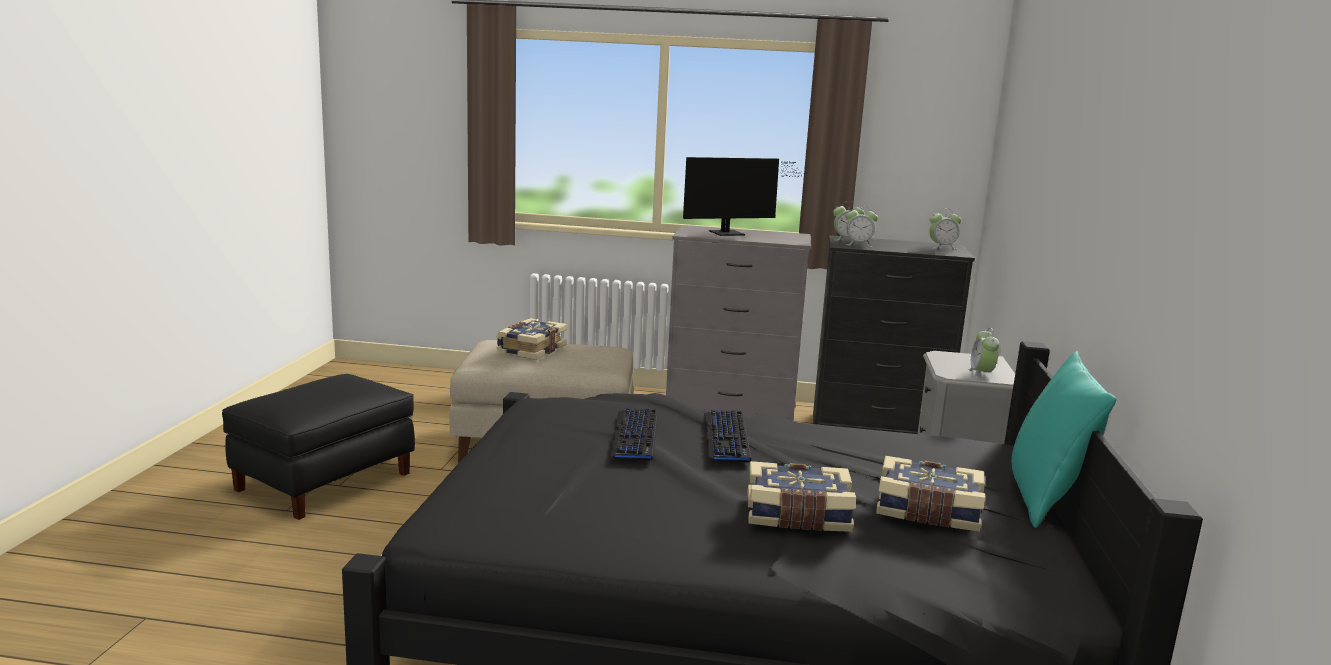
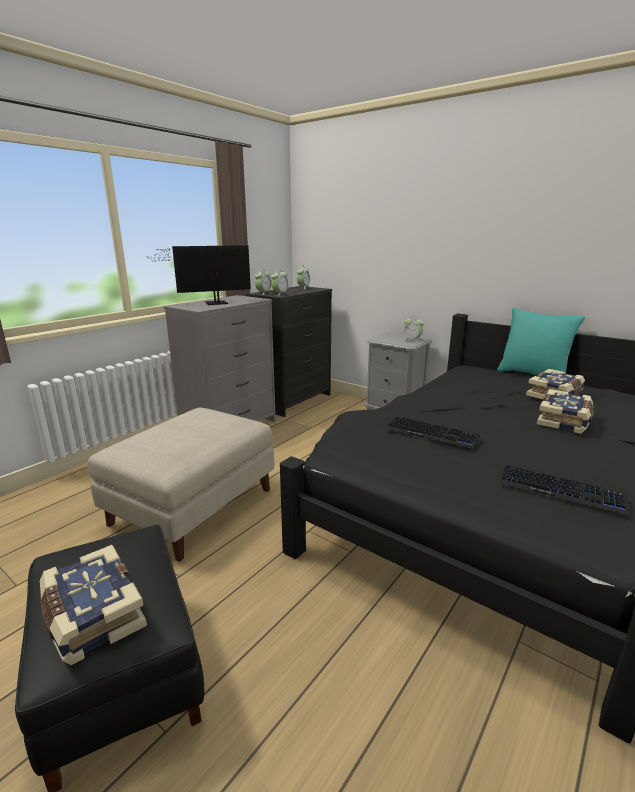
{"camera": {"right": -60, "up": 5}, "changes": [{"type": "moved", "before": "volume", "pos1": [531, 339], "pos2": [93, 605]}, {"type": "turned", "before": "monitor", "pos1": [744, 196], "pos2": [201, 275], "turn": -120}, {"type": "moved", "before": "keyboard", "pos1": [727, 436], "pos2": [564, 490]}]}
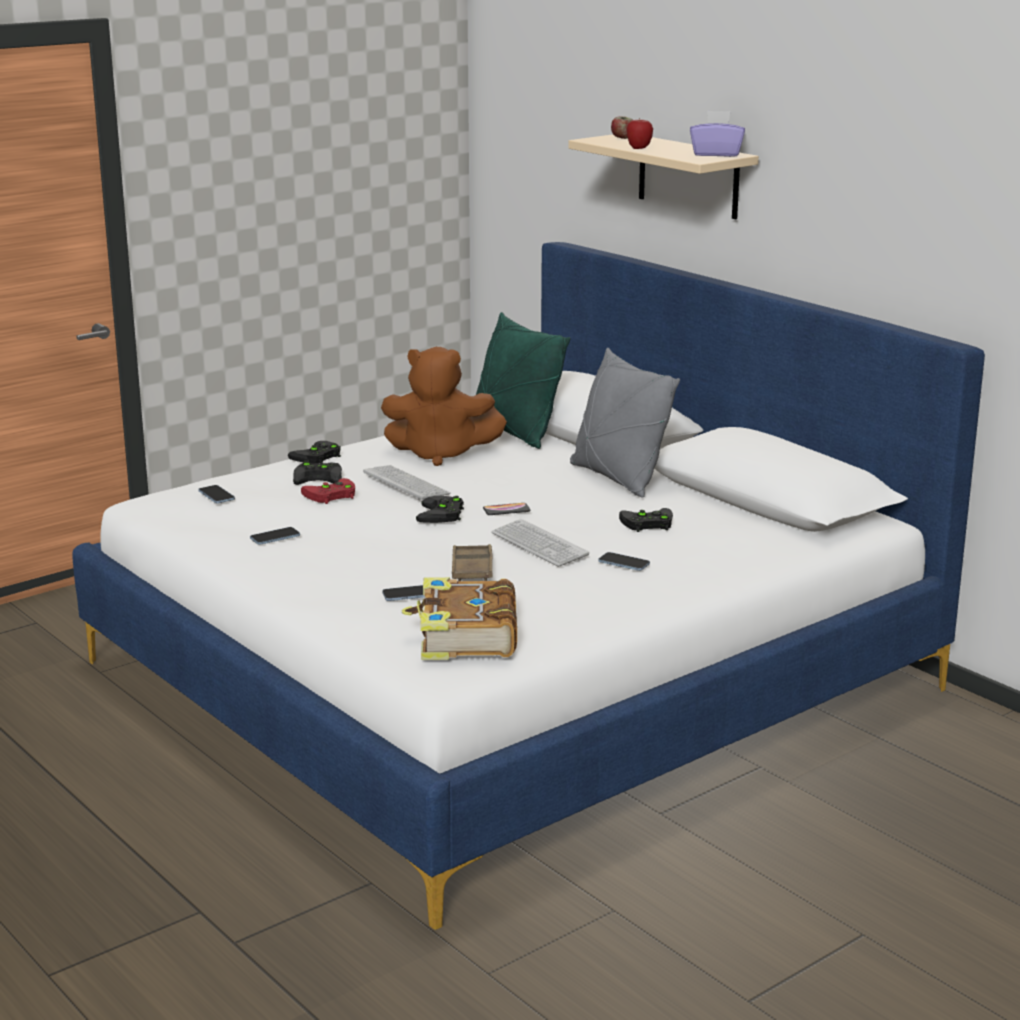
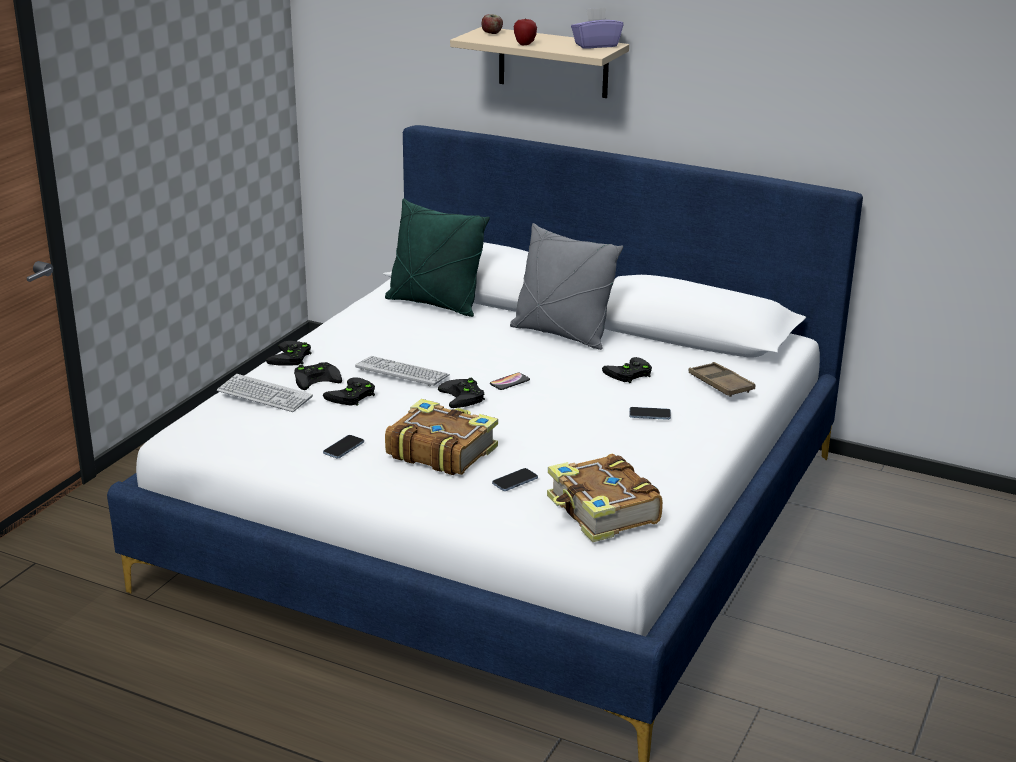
{"camera": {"right": -25, "up": 5}, "changes": [{"type": "moved", "before": "keyboard", "pos1": [540, 543], "pos2": [265, 393]}, {"type": "recoloured", "before": "reddish gamepad", "after": "black-coloured gamepad", "pos1": [328, 491], "pos2": [349, 391]}, {"type": "added", "after": "volume", "pos2": [441, 437]}, {"type": "moved", "before": "brownish tray", "pos1": [472, 562], "pos2": [722, 379]}, {"type": "removed", "before": "handset", "pos1": [216, 494]}, {"type": "removed", "before": "brownish cuddly toy", "pos1": [444, 406]}]}
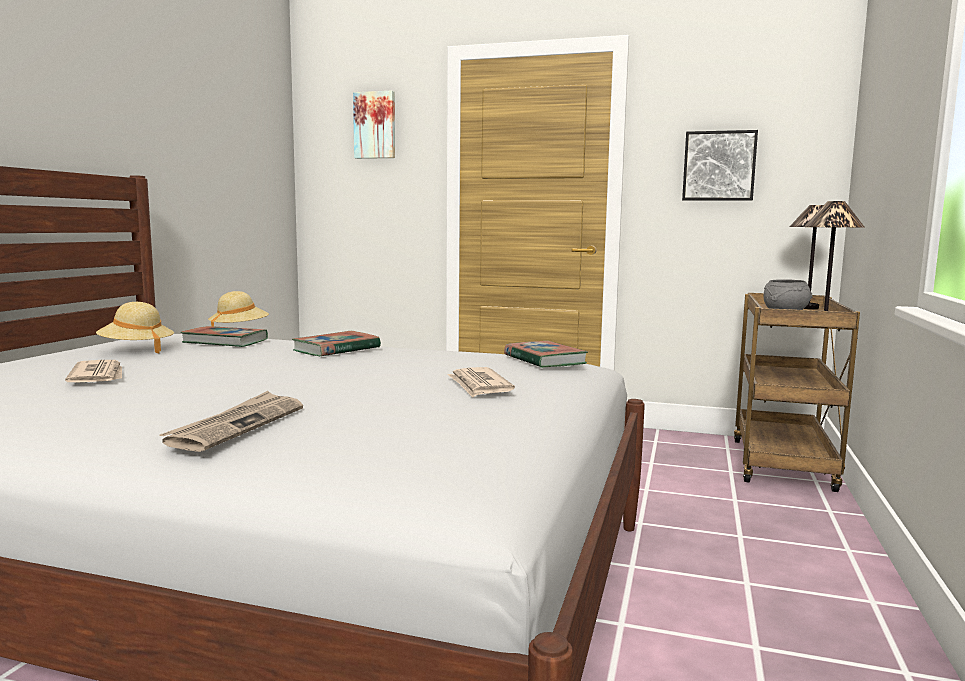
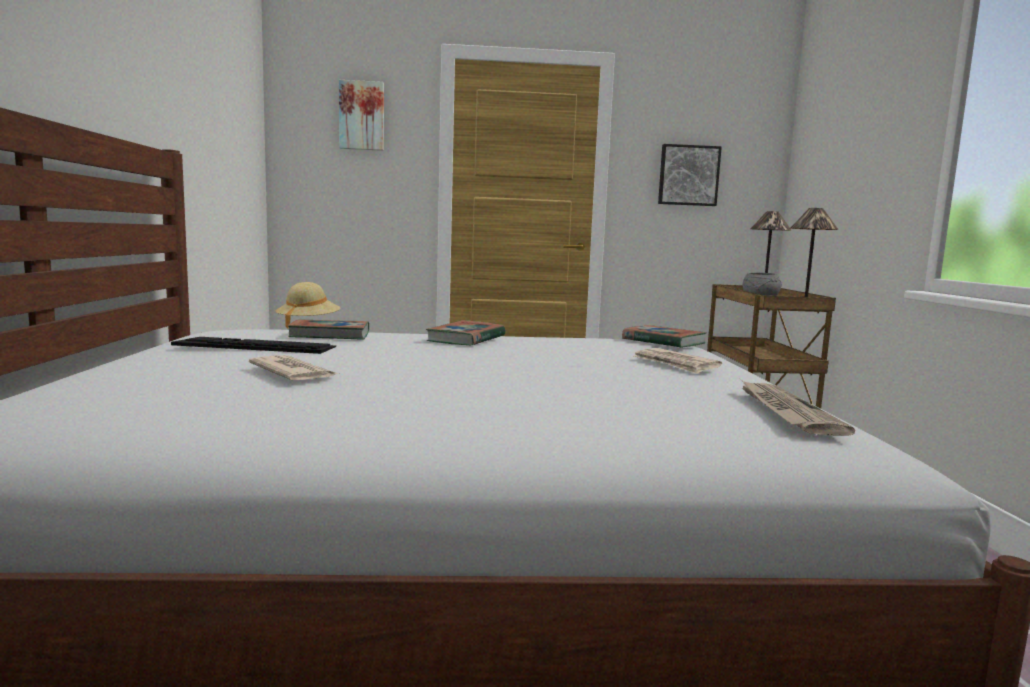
{"camera": {"right": -20, "up": 0}, "changes": [{"type": "replaced", "before": "sand-coloured clothing hat", "after": "keyboard", "pos1": [135, 327], "pos2": [253, 345]}, {"type": "moved", "before": "daily paper", "pos1": [231, 421], "pos2": [798, 408]}]}
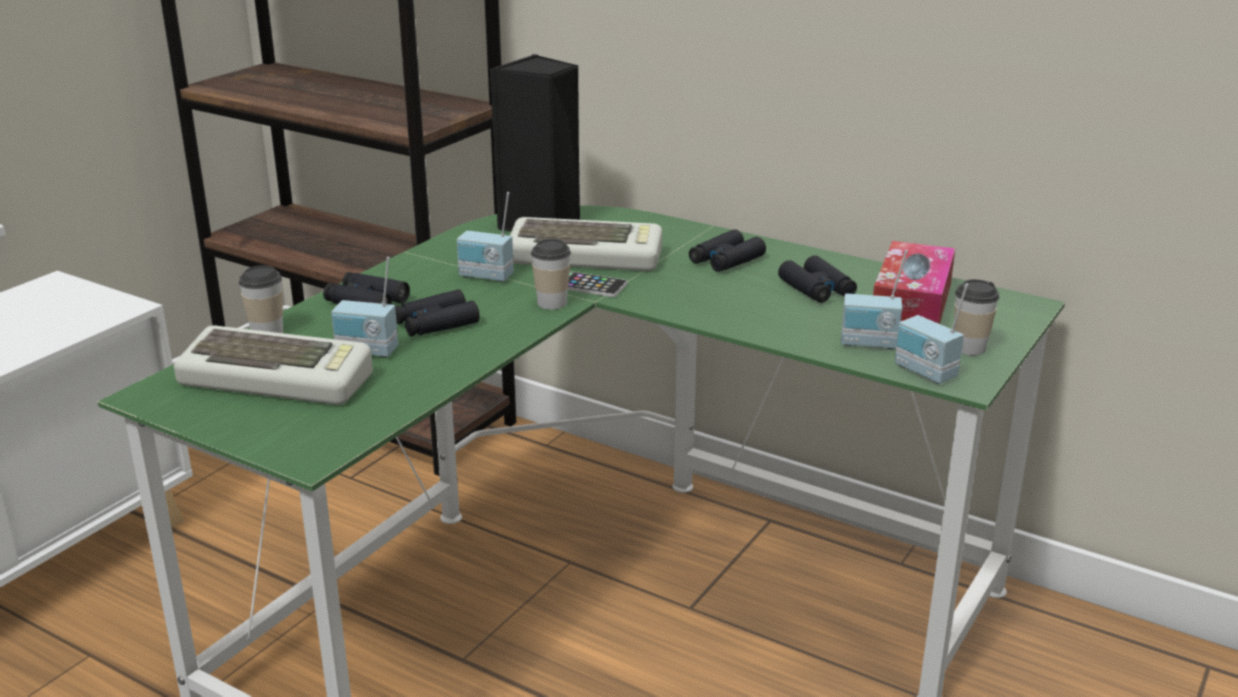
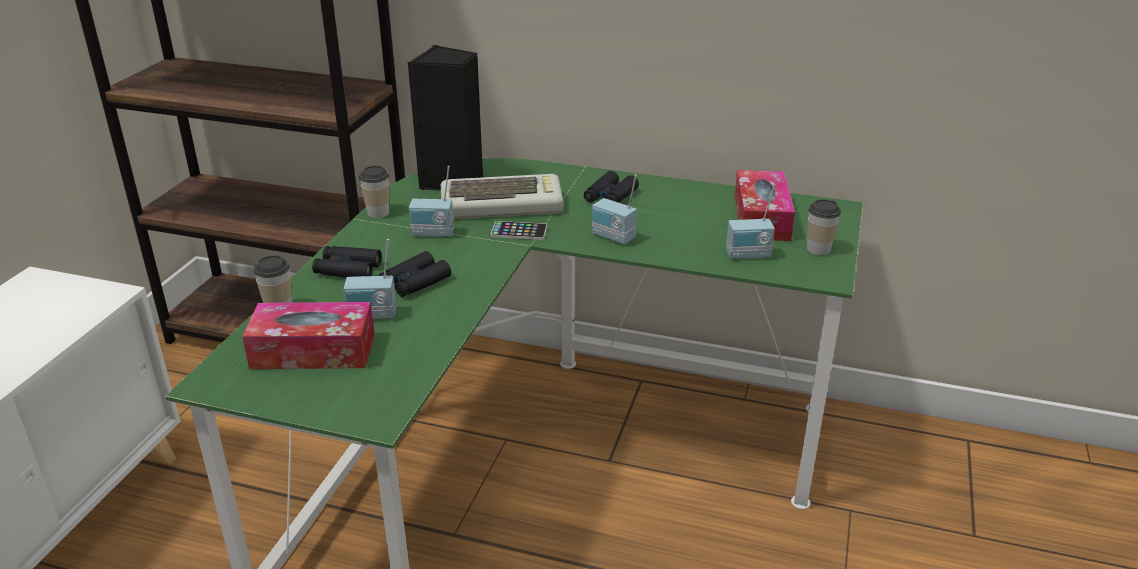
{"camera": {"right": -15, "up": 5}, "changes": [{"type": "replaced", "before": "keyboard", "after": "tissue box", "pos1": [273, 365], "pos2": [308, 335]}, {"type": "moved", "before": "cup", "pos1": [551, 274], "pos2": [374, 192]}, {"type": "moved", "before": "radio receiver", "pos1": [931, 333], "pos2": [614, 209]}, {"type": "removed", "before": "black-coloured pair of binoculars", "pos1": [817, 279]}]}
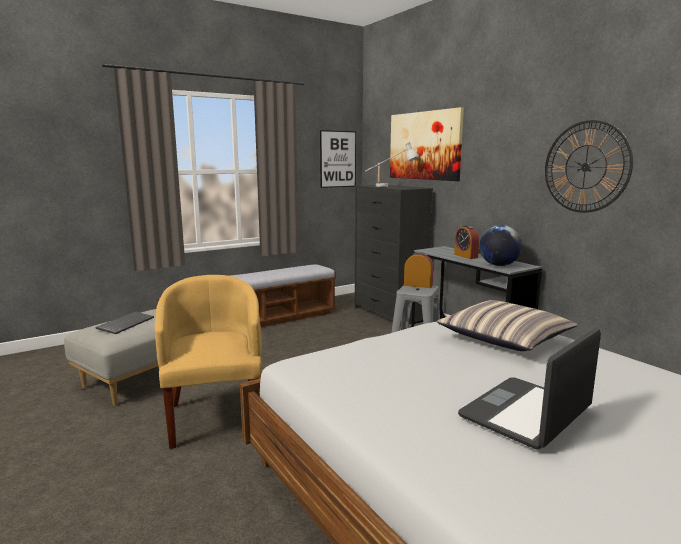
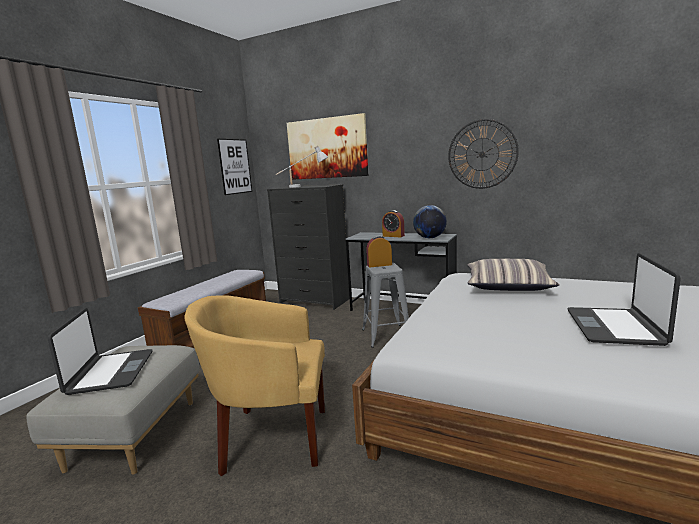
{"camera": {"right": -30, "up": 0}, "changes": [{"type": "replaced", "before": "keyboard", "after": "notebook computer", "pos1": [125, 322], "pos2": [100, 351]}, {"type": "turned", "before": "yellow-coloured lounge chair", "pos1": [208, 362], "pos2": [254, 385], "turn": -45}]}
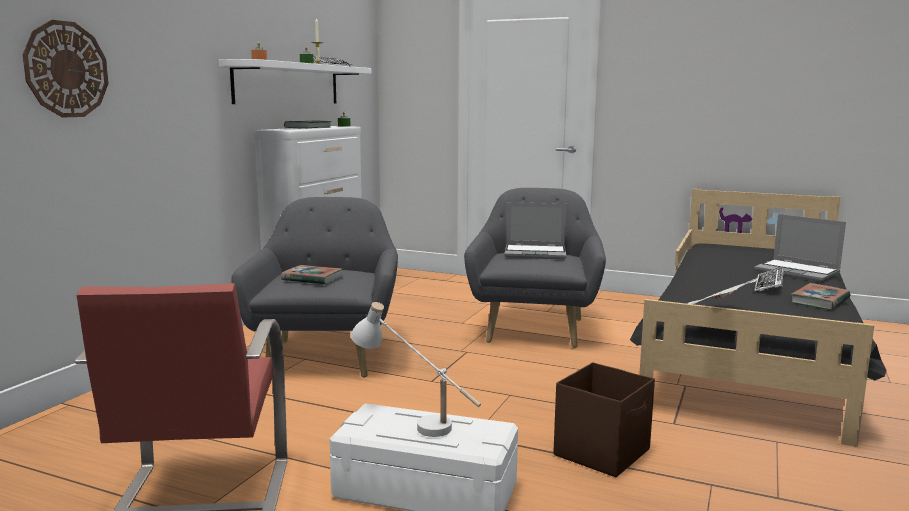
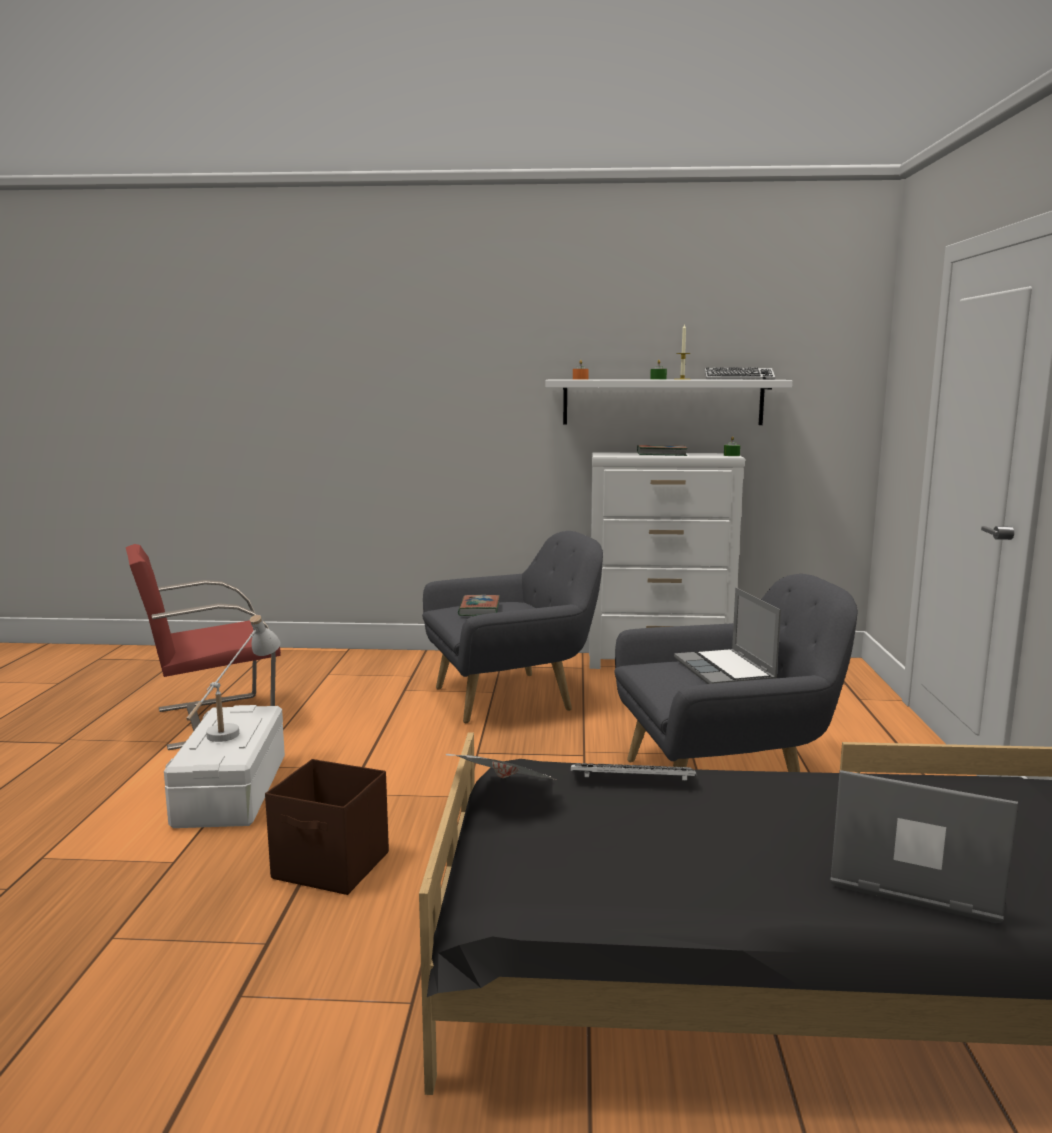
{"camera": {"right": 70, "up": 0}, "changes": [{"type": "moved", "before": "keyboard", "pos1": [769, 280], "pos2": [633, 771]}, {"type": "turned", "before": "notebook computer", "pos1": [800, 248], "pos2": [924, 846], "turn": 90}, {"type": "removed", "before": "wall clock", "pos1": [66, 68]}, {"type": "removed", "before": "volume", "pos1": [820, 296]}]}
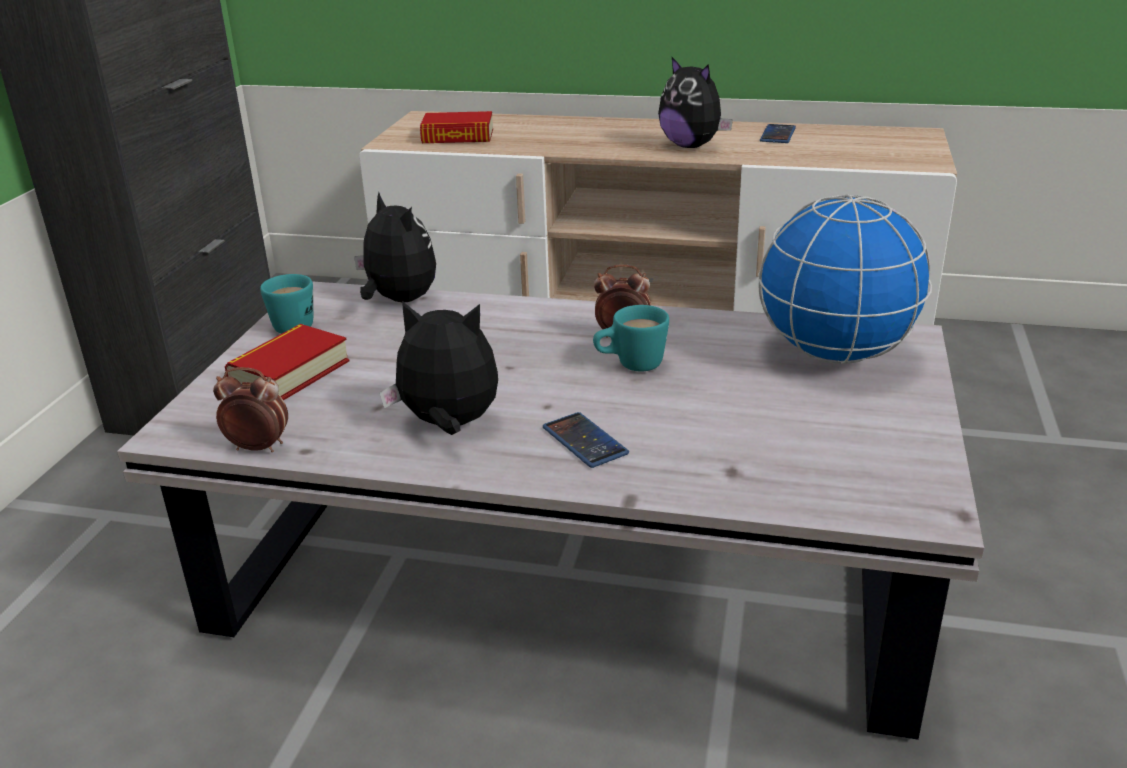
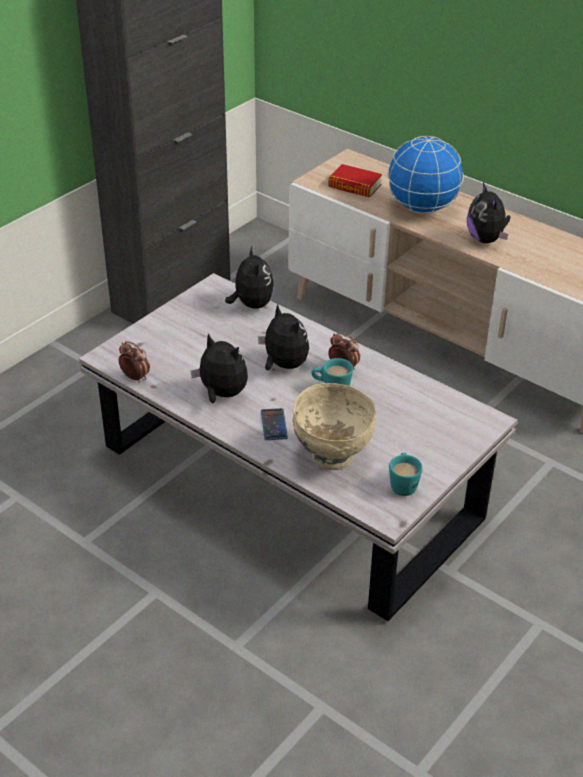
{"camera": {"right": 25, "up": 10}, "changes": [{"type": "added", "after": "cuddly toy", "pos2": [283, 337]}, {"type": "added", "after": "sand-coloured deep dish", "pos2": [334, 426]}, {"type": "moved", "before": "world globe", "pos1": [845, 279], "pos2": [425, 175]}, {"type": "moved", "before": "turquoise-coloured mug", "pos1": [286, 304], "pos2": [406, 474]}, {"type": "removed", "before": "volume", "pos1": [287, 362]}, {"type": "removed", "before": "handset", "pos1": [778, 133]}]}
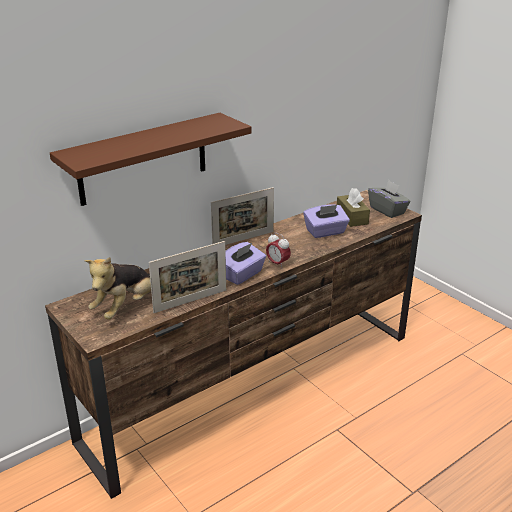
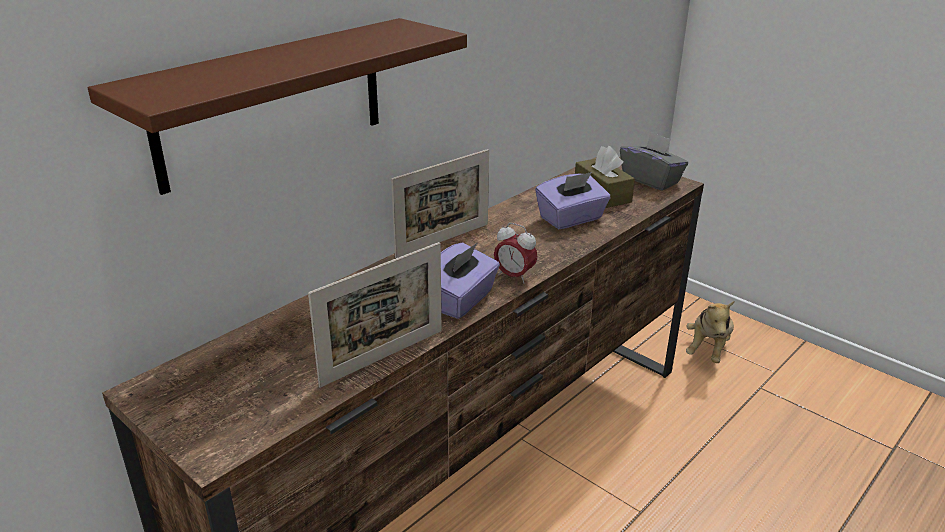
{"camera": {"right": -10, "up": 0}, "changes": [{"type": "moved", "before": "cuddly toy", "pos1": [117, 288], "pos2": [710, 331]}]}
